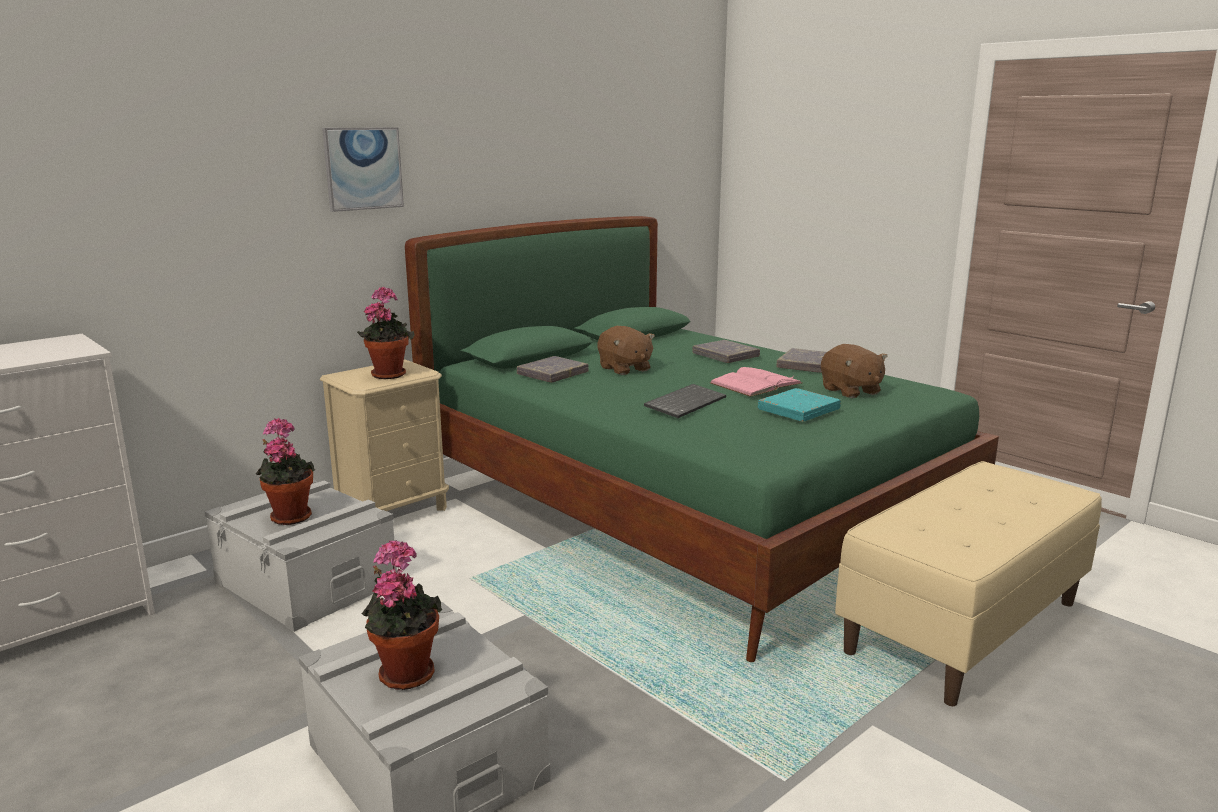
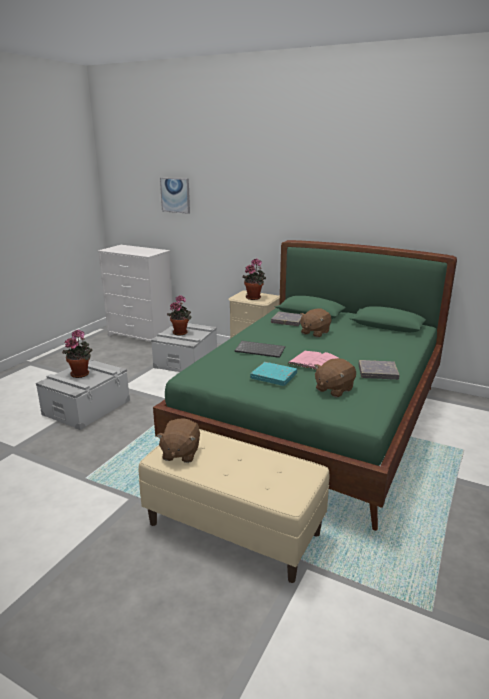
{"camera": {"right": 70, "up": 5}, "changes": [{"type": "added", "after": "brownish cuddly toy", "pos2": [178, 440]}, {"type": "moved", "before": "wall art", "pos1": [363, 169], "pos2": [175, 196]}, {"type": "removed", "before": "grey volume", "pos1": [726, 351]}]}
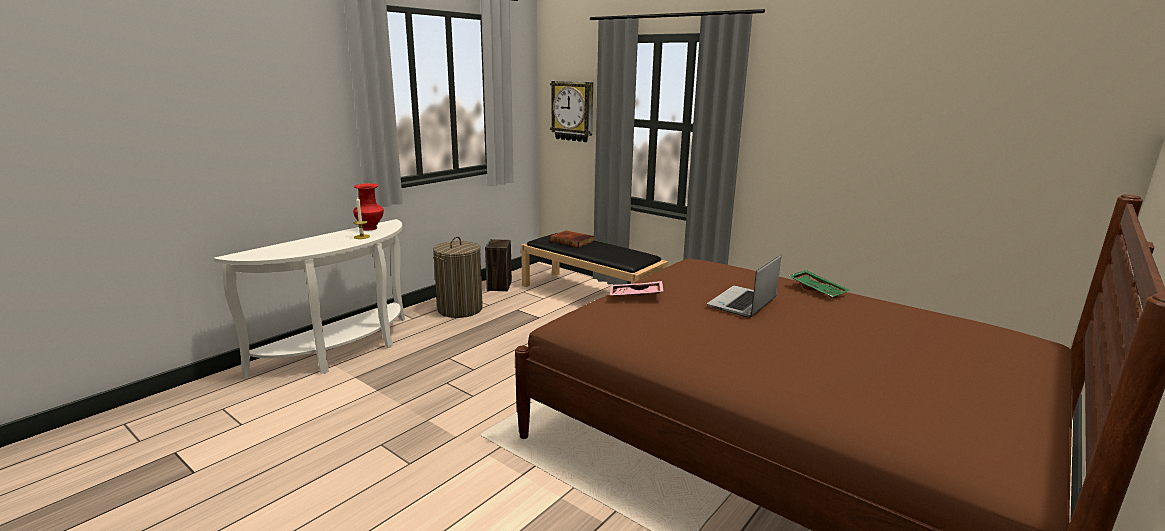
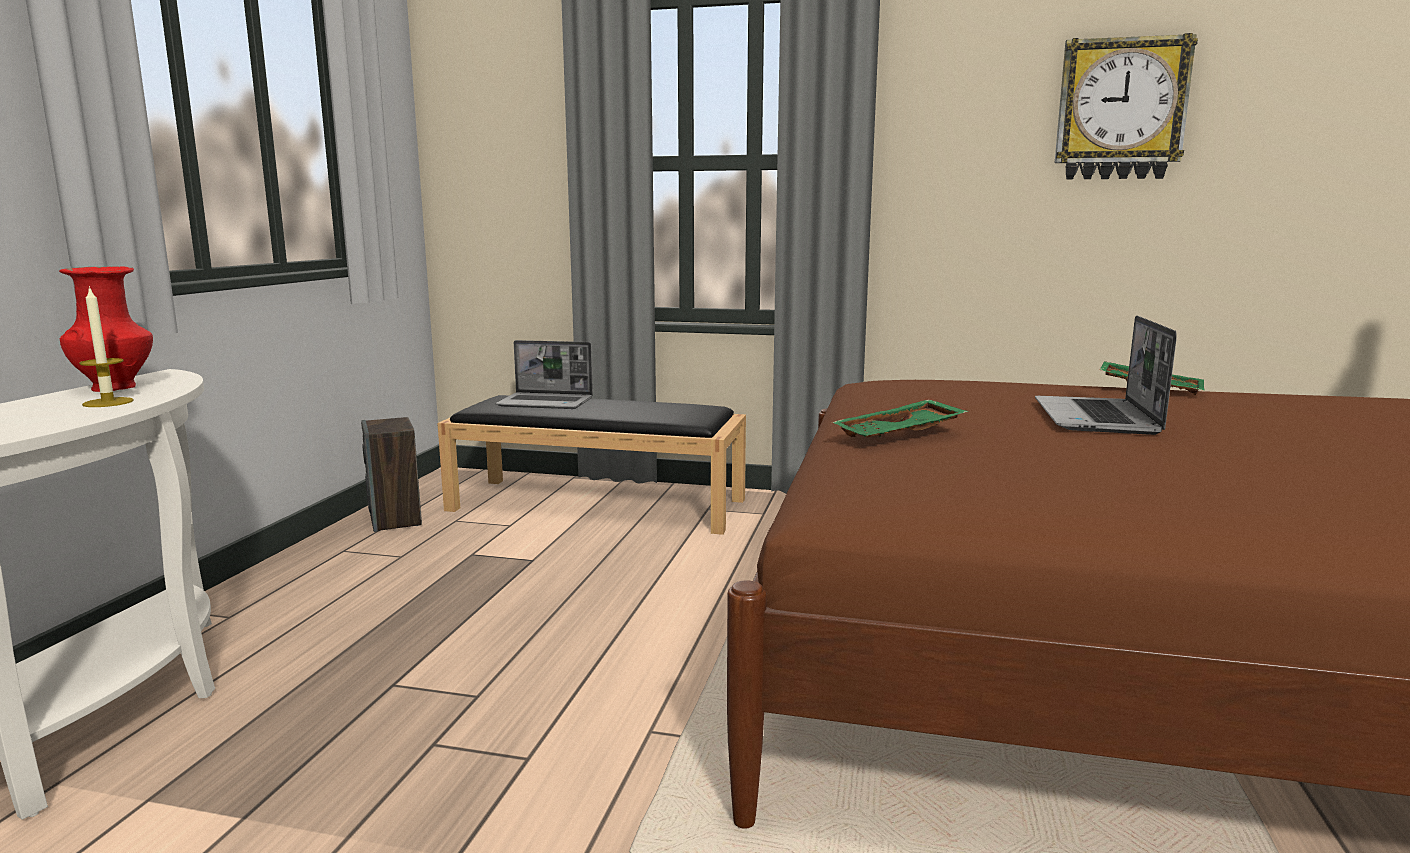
{"camera": {"right": -25, "up": -5}, "changes": [{"type": "replaced", "before": "volume", "after": "notebook computer", "pos1": [572, 239], "pos2": [544, 374]}, {"type": "recoloured", "before": "pinkish tray", "after": "green-coloured tray", "pos1": [637, 288], "pos2": [900, 418]}, {"type": "moved", "before": "wall clock", "pos1": [571, 111], "pos2": [1126, 106]}, {"type": "removed", "before": "hamper", "pos1": [458, 277]}]}
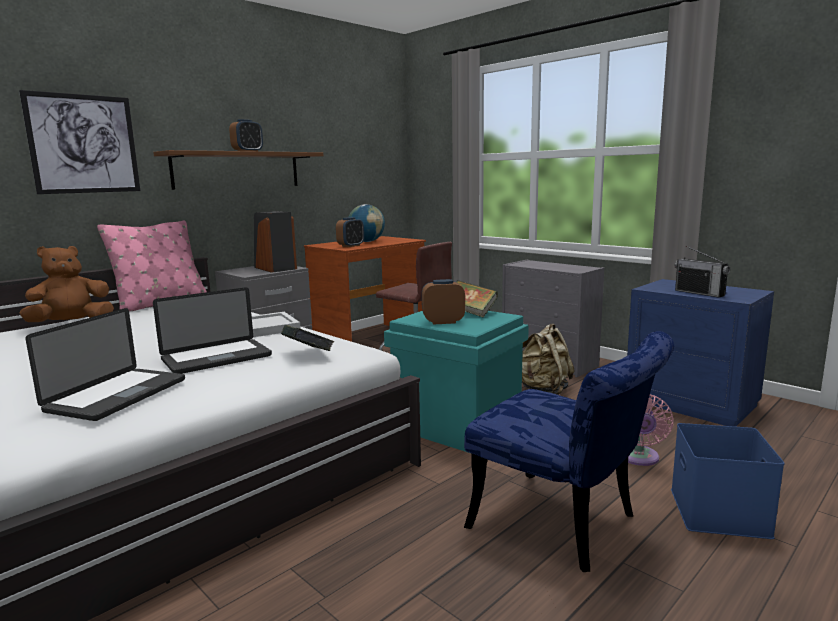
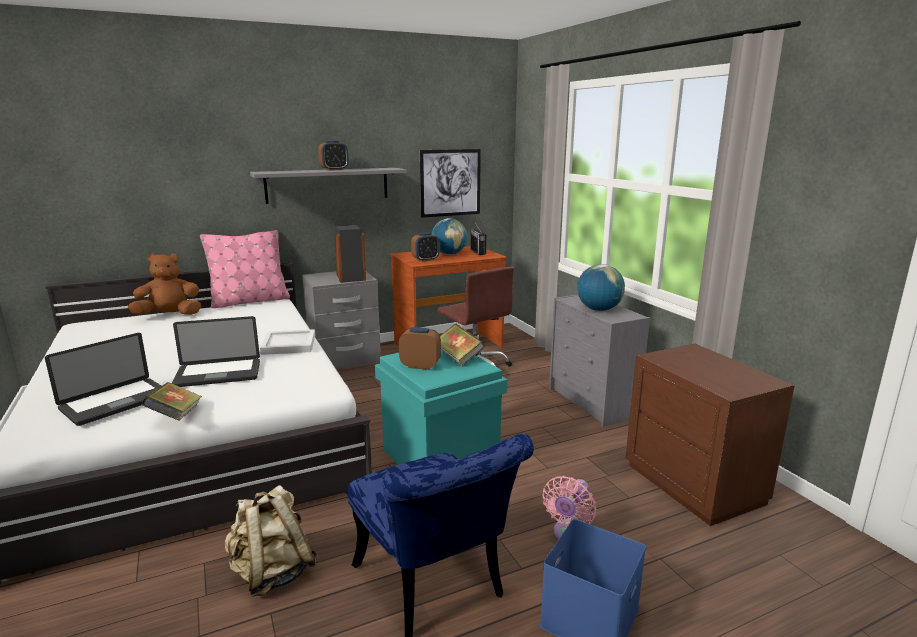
{"camera": {"right": 20, "up": 5}, "changes": [{"type": "moved", "before": "volume", "pos1": [307, 338], "pos2": [171, 401]}, {"type": "moved", "before": "sand-coloured rucksack", "pos1": [548, 359], "pos2": [271, 541]}, {"type": "recoloured", "before": "brownish shelf", "after": "grey shelf", "pos1": [238, 170], "pos2": [328, 186]}, {"type": "moved", "before": "wall art", "pos1": [79, 142], "pos2": [450, 183]}, {"type": "moved", "before": "radio receiver", "pos1": [702, 272], "pos2": [478, 238]}, {"type": "added", "after": "world globe", "pos2": [601, 287]}, {"type": "recoloured", "before": "bluish bedside table", "after": "brownish bedside table", "pos1": [700, 353], "pos2": [710, 435]}]}
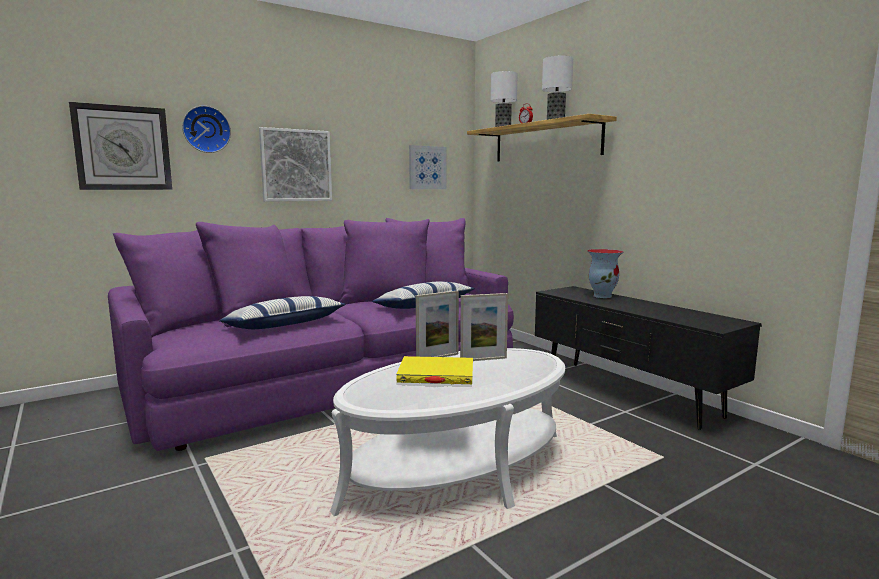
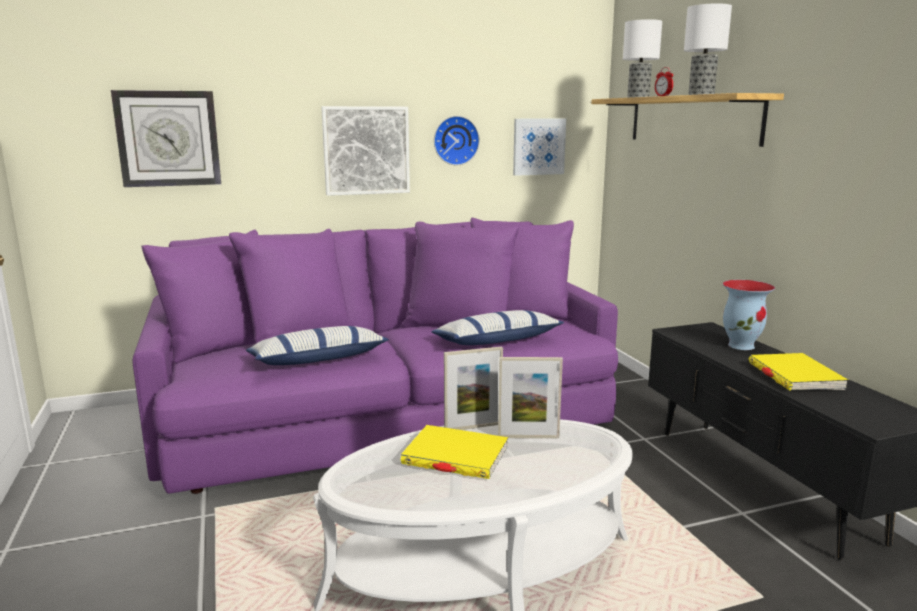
{"camera": {"right": 15, "up": 5}, "changes": [{"type": "moved", "before": "wall clock", "pos1": [206, 129], "pos2": [457, 141]}, {"type": "added", "after": "yellow-coloured volume", "pos2": [799, 372]}]}
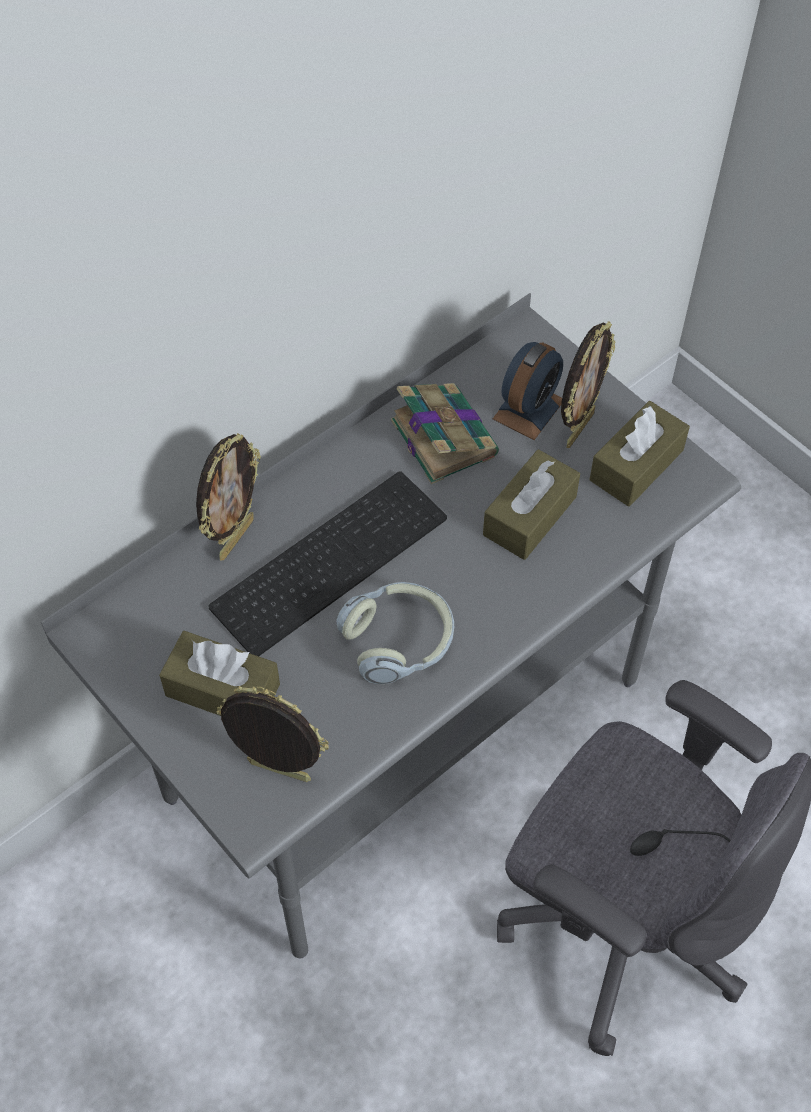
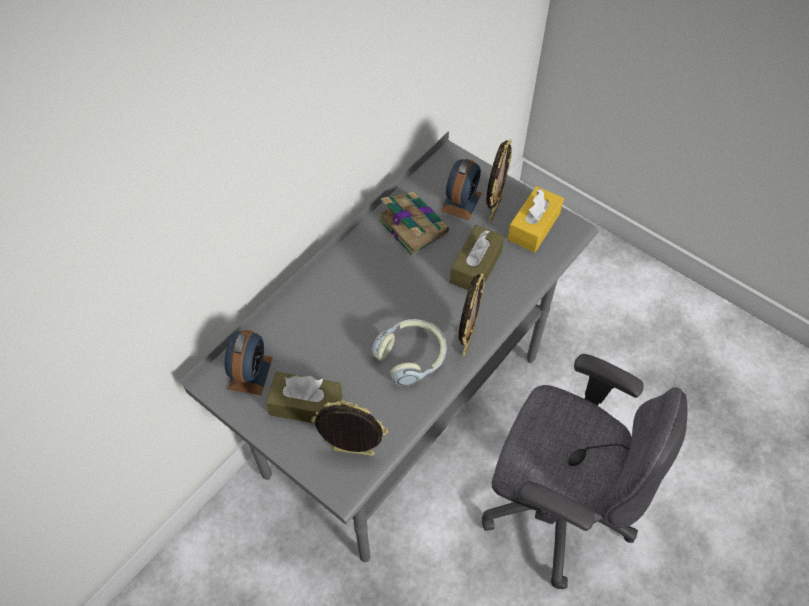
{"camera": {"right": -10, "up": 0}, "changes": [{"type": "added", "after": "bedside clock", "pos2": [249, 362]}, {"type": "moved", "before": "standing frame", "pos1": [228, 497], "pos2": [471, 314]}, {"type": "recoloured", "before": "brownish tissue box", "after": "yellow-coloured tissue box", "pos1": [640, 453], "pos2": [536, 219]}, {"type": "removed", "before": "keyboard", "pos1": [327, 563]}]}
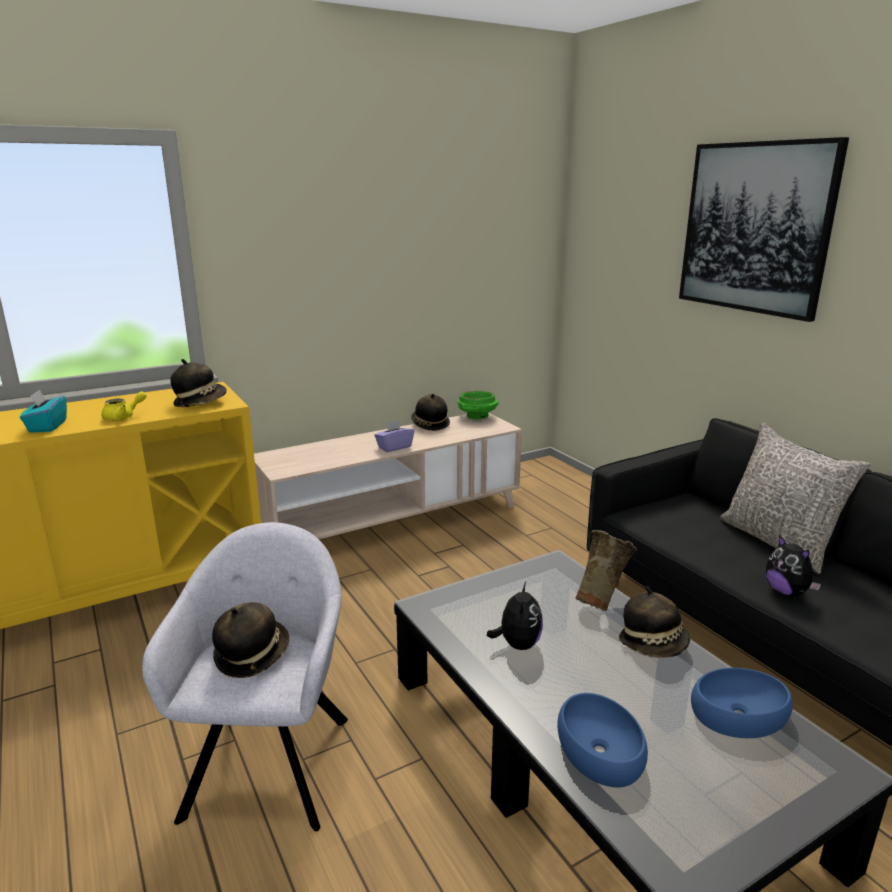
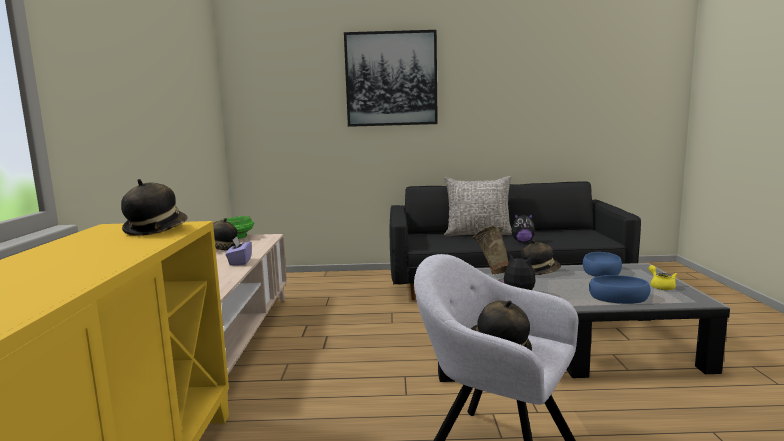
{"camera": {"right": -60, "up": -10}, "changes": [{"type": "moved", "before": "yellow-coloured tea pot", "pos1": [124, 406], "pos2": [662, 277]}, {"type": "removed", "before": "turquoise-coloured tissue box", "pos1": [43, 411]}]}
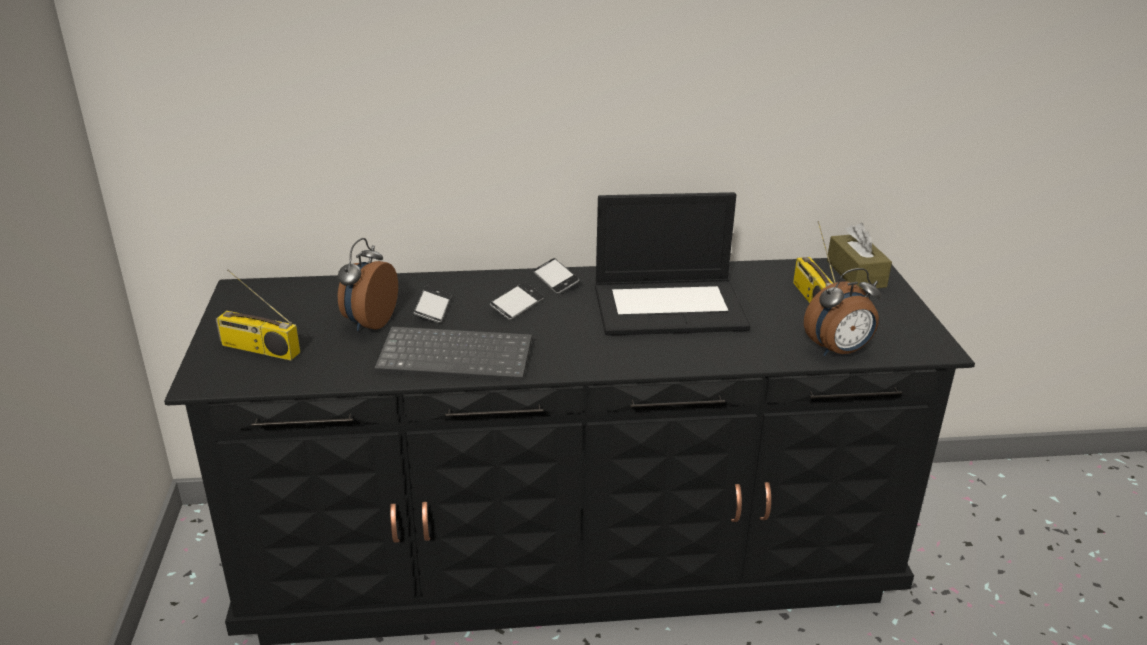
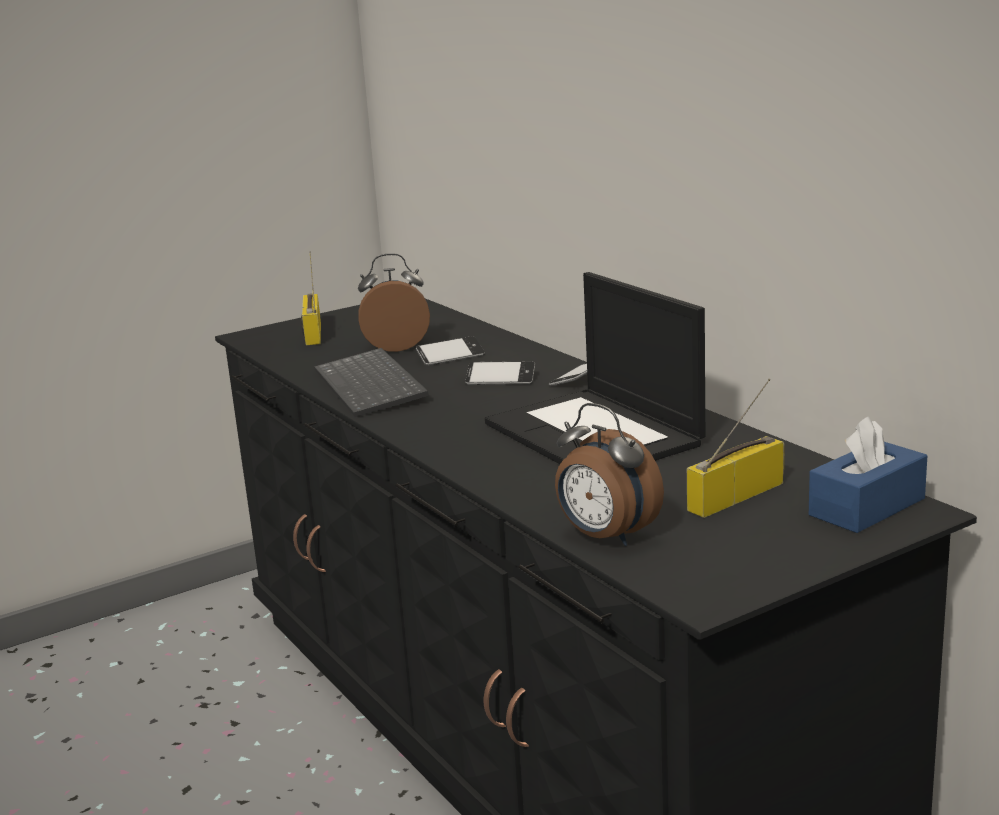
{"camera": {"right": 65, "up": -10}, "changes": [{"type": "recoloured", "before": "brownish tissue box", "after": "bluish tissue box", "pos1": [859, 256], "pos2": [868, 474]}]}
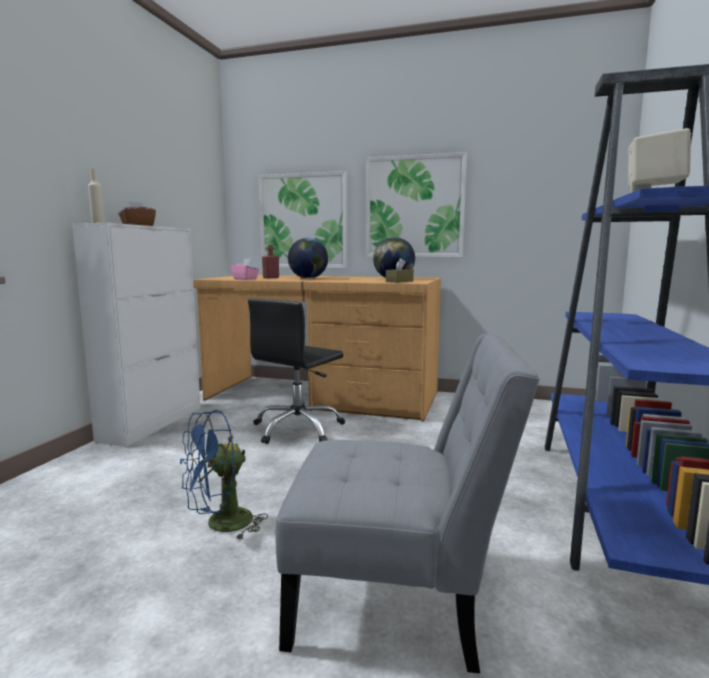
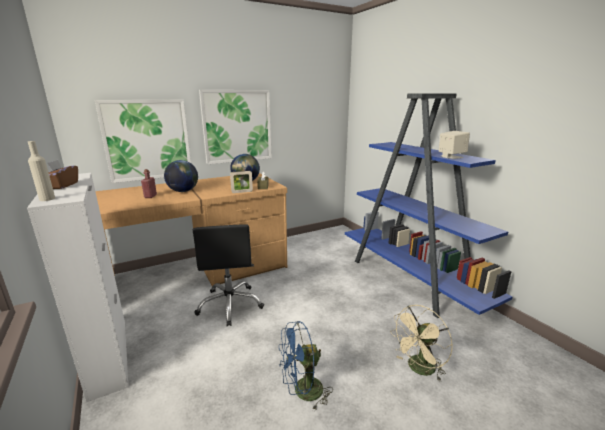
{"camera": {"right": -45, "up": 10}, "changes": [{"type": "added", "after": "standing frame", "pos2": [241, 182]}, {"type": "turned", "before": "bluish cooling fan", "pos1": [224, 475], "pos2": [306, 365], "turn": 60}, {"type": "replaced", "before": "grey plain chair", "after": "sand-coloured cooling fan", "pos1": [408, 503], "pos2": [421, 343]}, {"type": "removed", "before": "pinkish tissue box", "pos1": [245, 269]}]}
